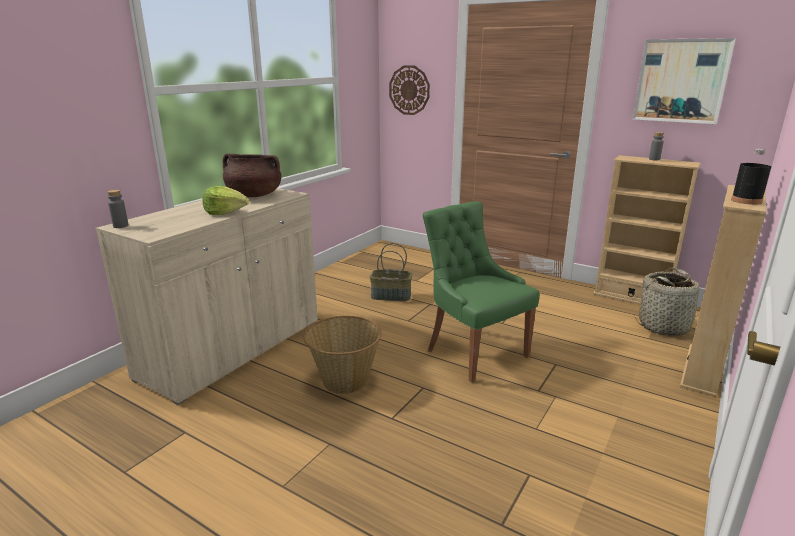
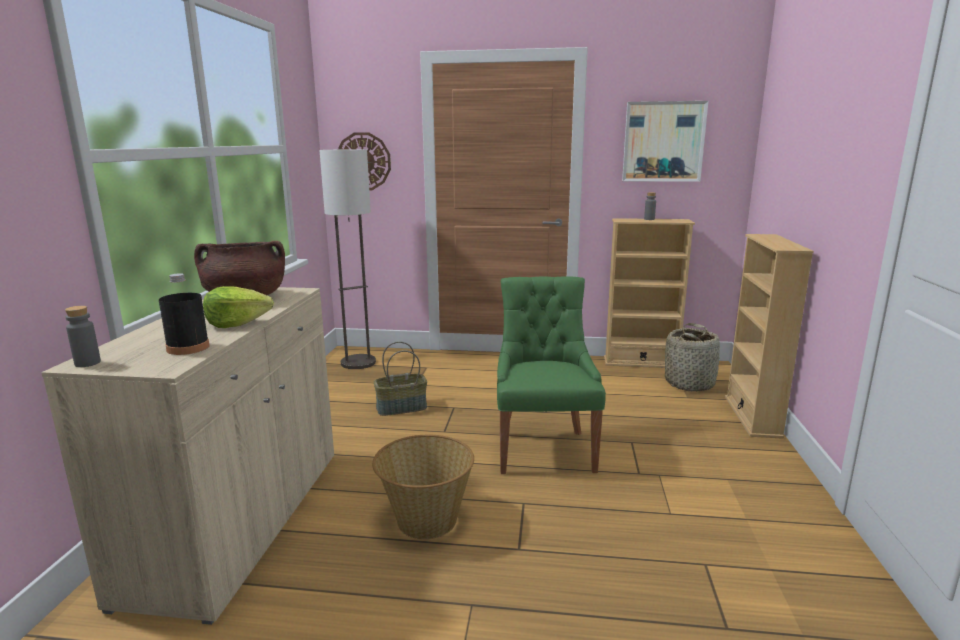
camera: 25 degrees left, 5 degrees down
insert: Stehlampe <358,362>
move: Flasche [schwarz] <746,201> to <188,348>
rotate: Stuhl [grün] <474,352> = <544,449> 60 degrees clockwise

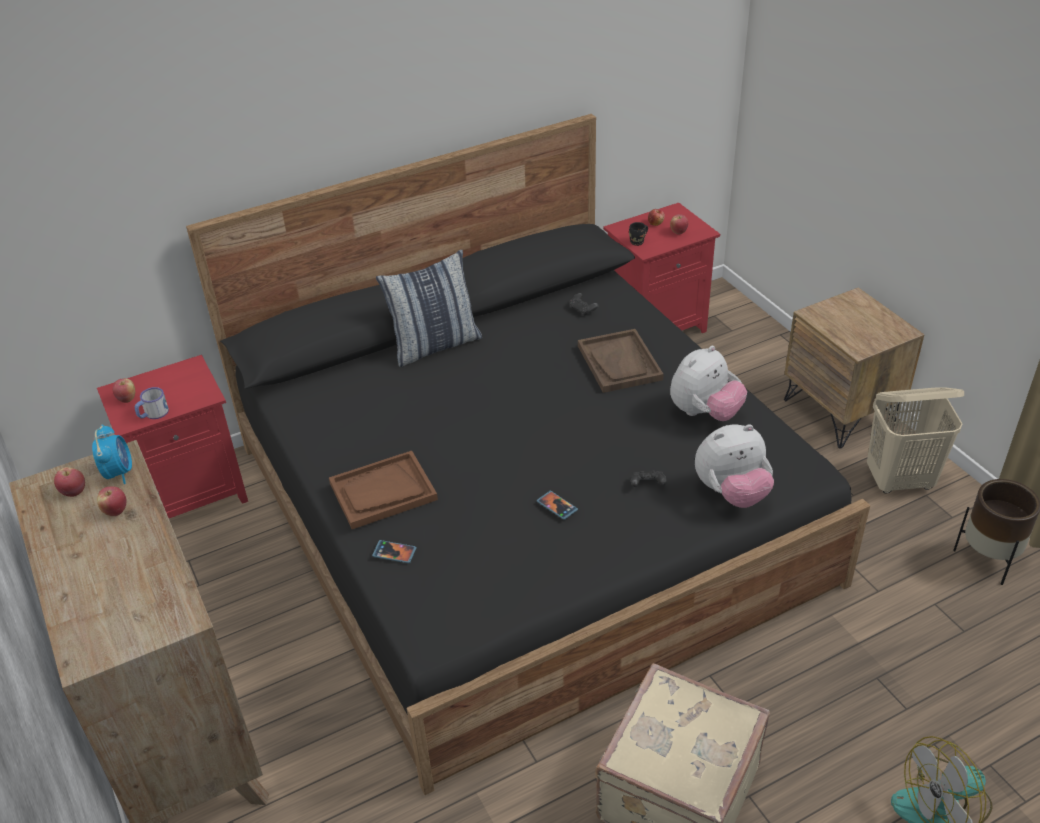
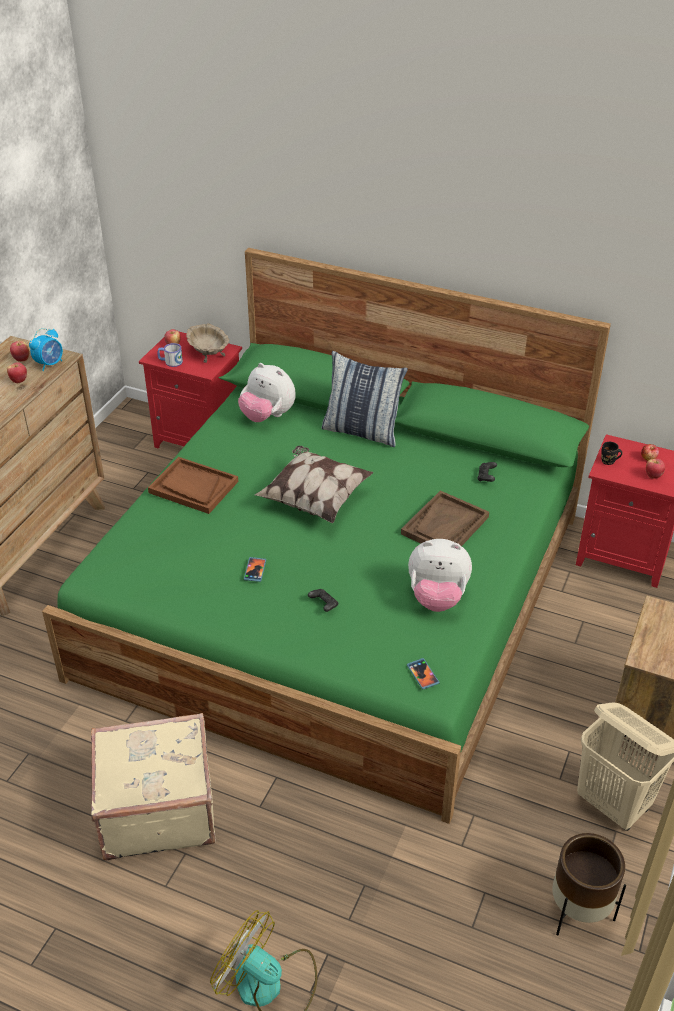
camera: 50 degrees right, 0 degrees up
insert: Schüssel [beige] <208,353>; Kissen <315,499>
move: Handy <394,553> to <422,674>; Plüschtier <731,493> to <267,416>
recolor: Bett [schwarz] <524,511> to Bett [grün] <338,593>

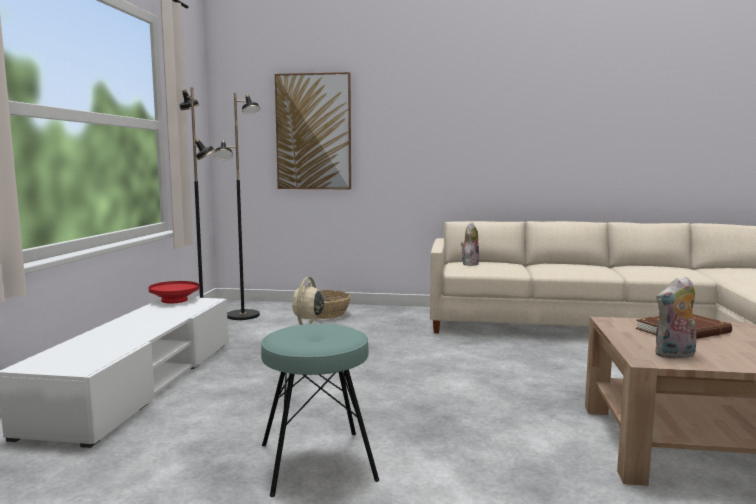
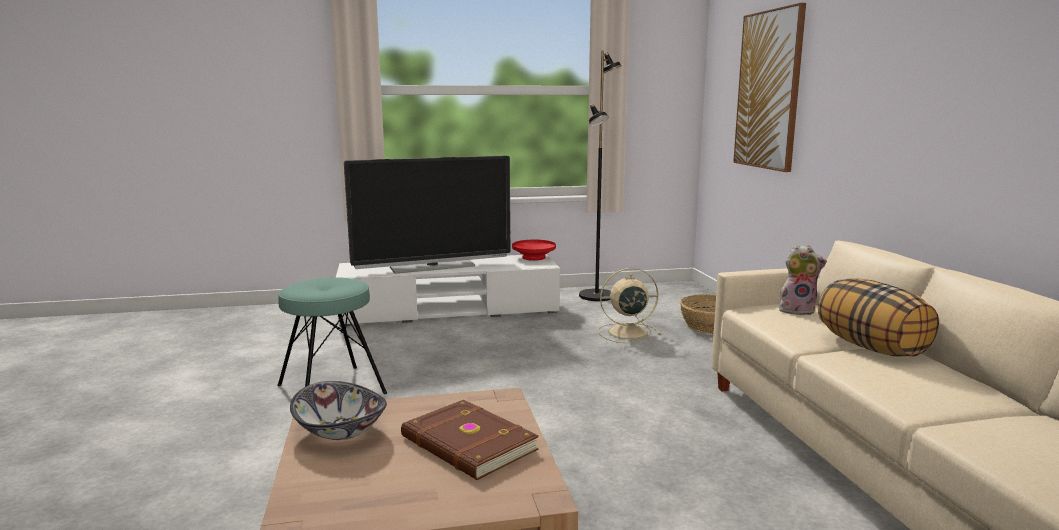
camera: 70 degrees right, 5 degrees up
delete: Stehlampe [schwarz] <243,316>
insert: Fernseher <432,267>; Kissen <872,347>
replace: Plüschtier <675,355> to Schüssel <341,431>

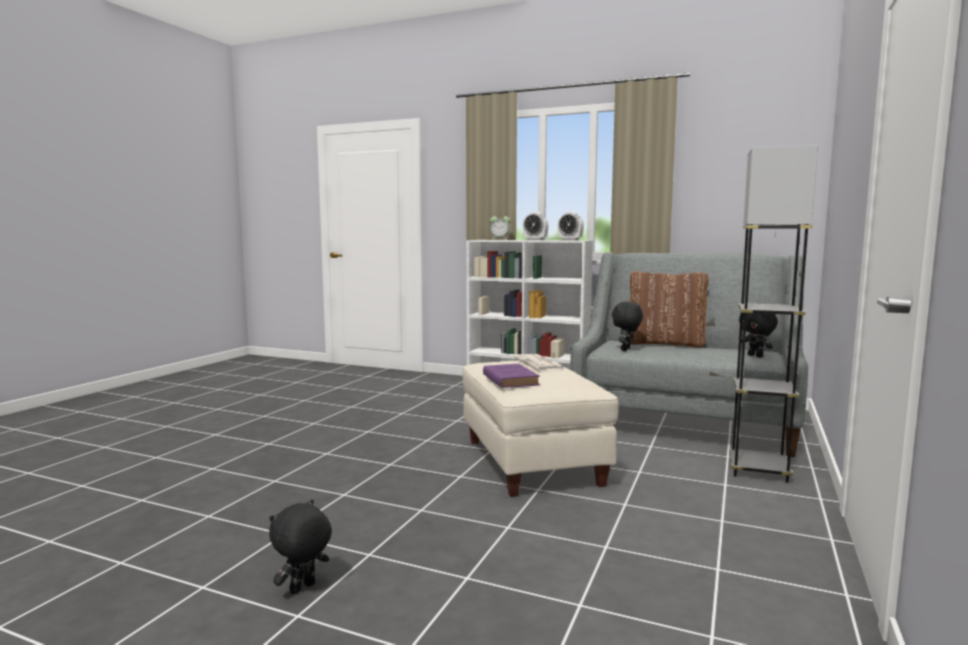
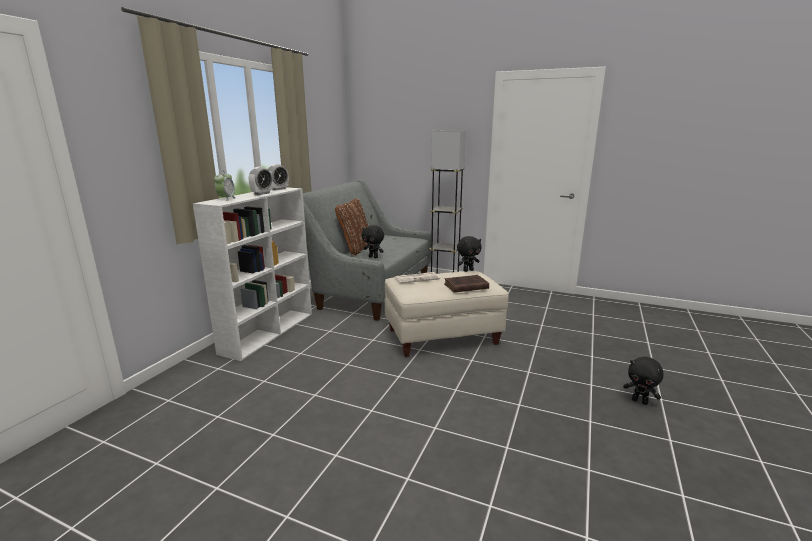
camera: 90 degrees left, 10 degrees up
move: Plüschtier [schwarz] <756,356> to <468,270>
recolor: Buch [lila] <509,379> to Buch [braun] <465,286>

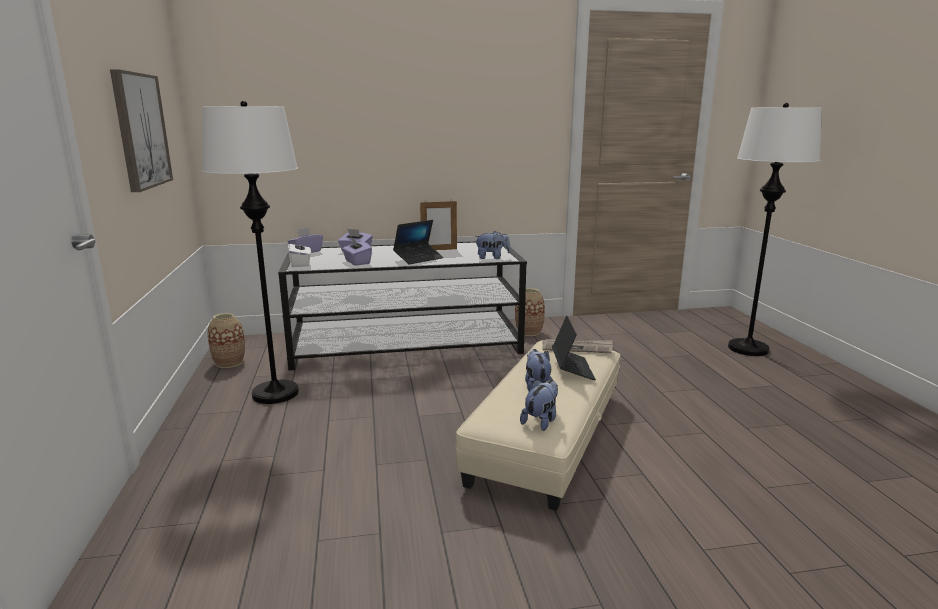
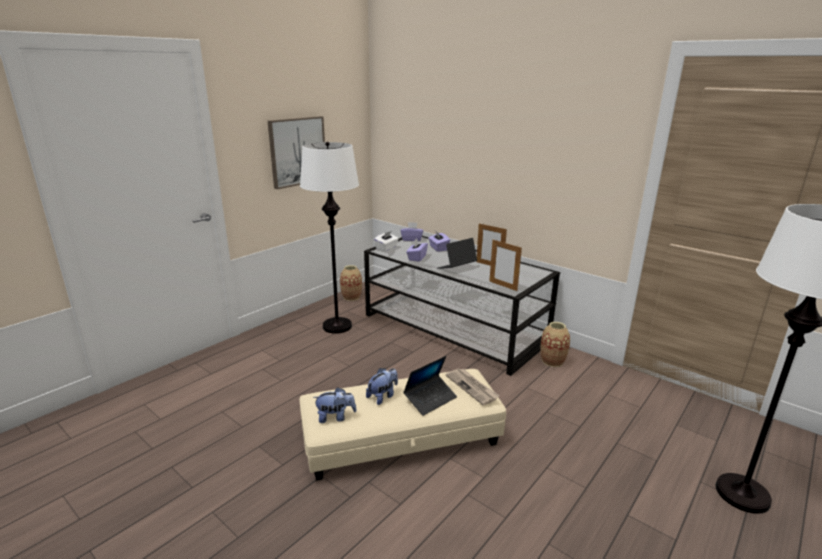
camera: 50 degrees right, 5 degrees up
replace: Plüschtier <492,257> to Bilderrahmen <503,286>
rotate: Laptop <418,258> = <456,268> 135 degrees clockwise

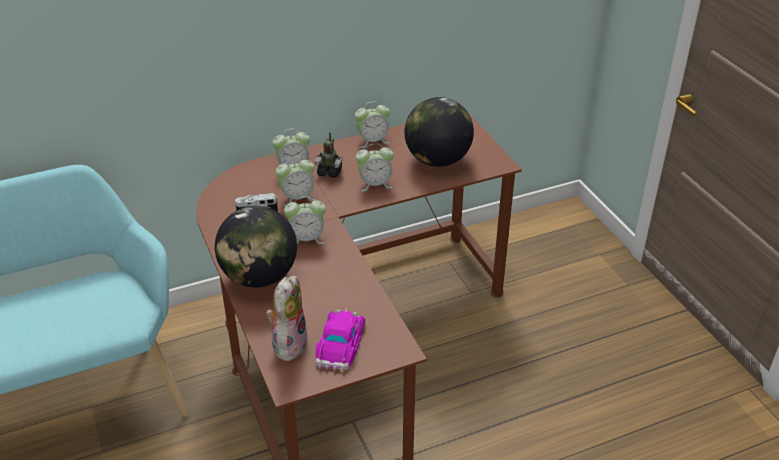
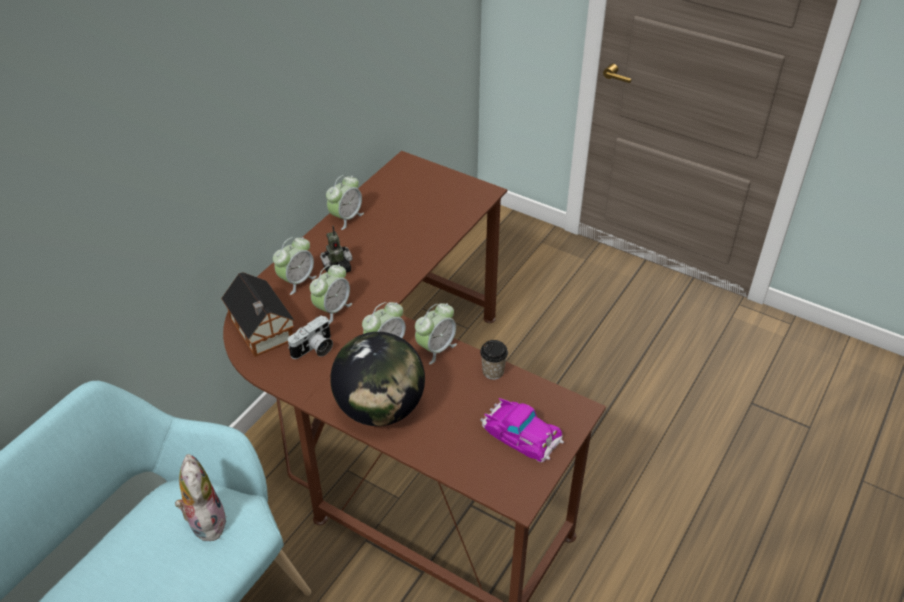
camera: 35 degrees left, 5 degrees up
delete: Globus <437,160>
insert: Spielzeughaus <262,331>; Tasse <493,372>
move: Plüschtier <288,343> to <204,521>; Wecker <375,184> to <436,348>
rotate: Spielzeugauto <340,343> = <521,433> 150 degrees clockwise

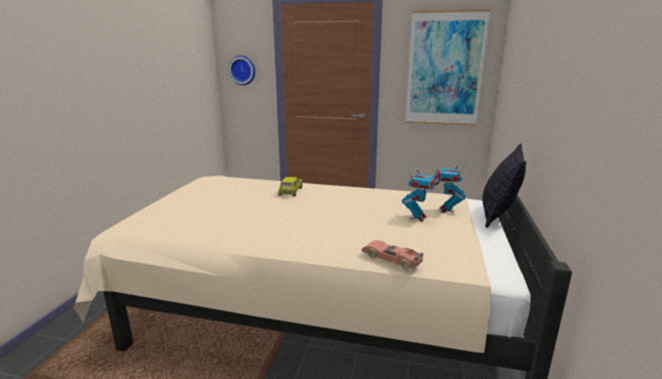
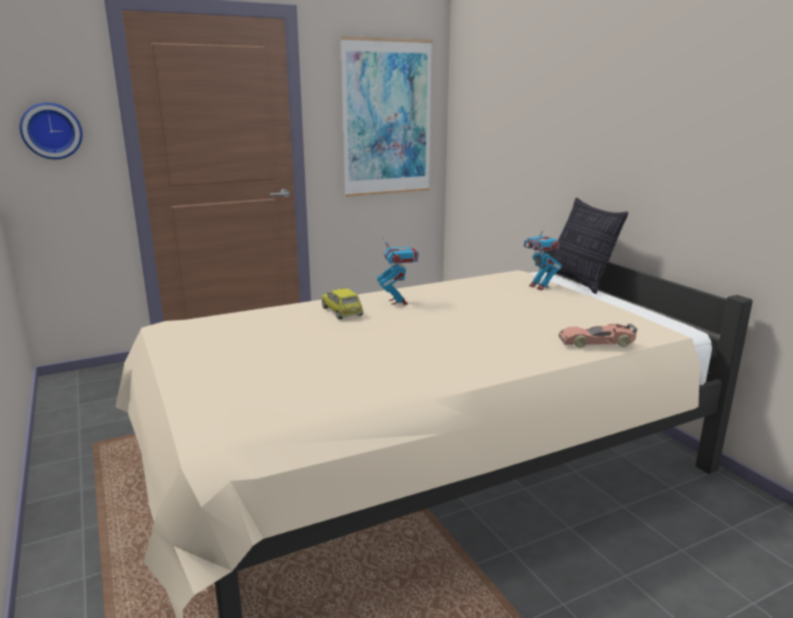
camera: 40 degrees left, 0 degrees up
move: Spielzeugroboter <418,218> to <398,302>

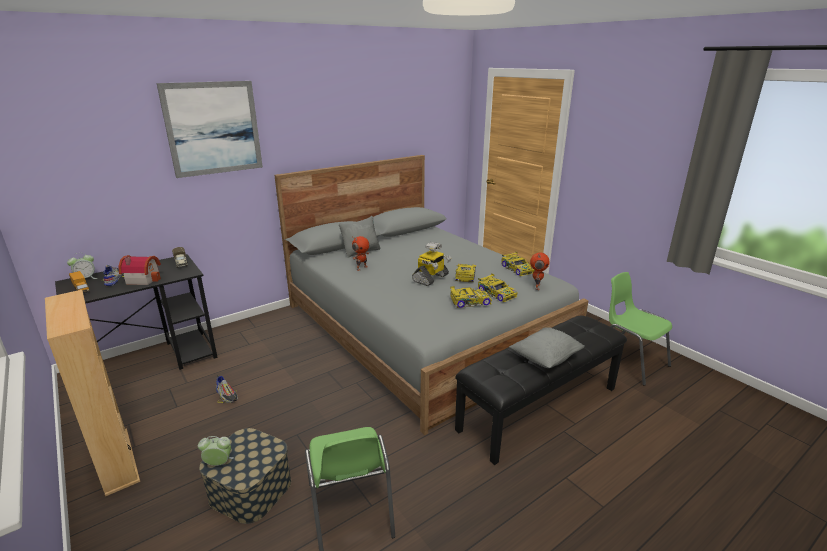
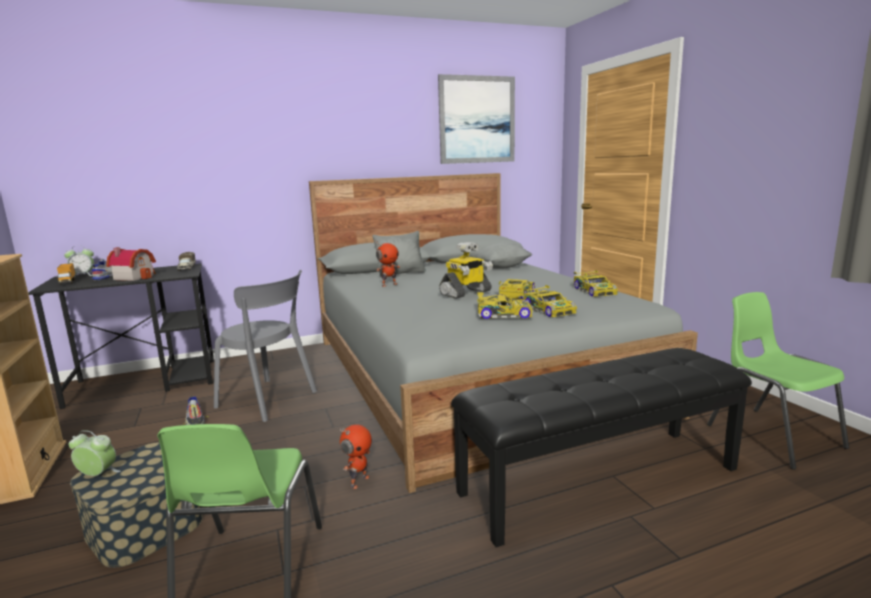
camera: 15 degrees right, 10 degrees down
insert: Stuhl [grau] <270,400>
move: Bild <213,128> to <477,120>; Kissen [grau] <545,359> to <501,267>; Spielzeugroboter <536,286> to <358,481>

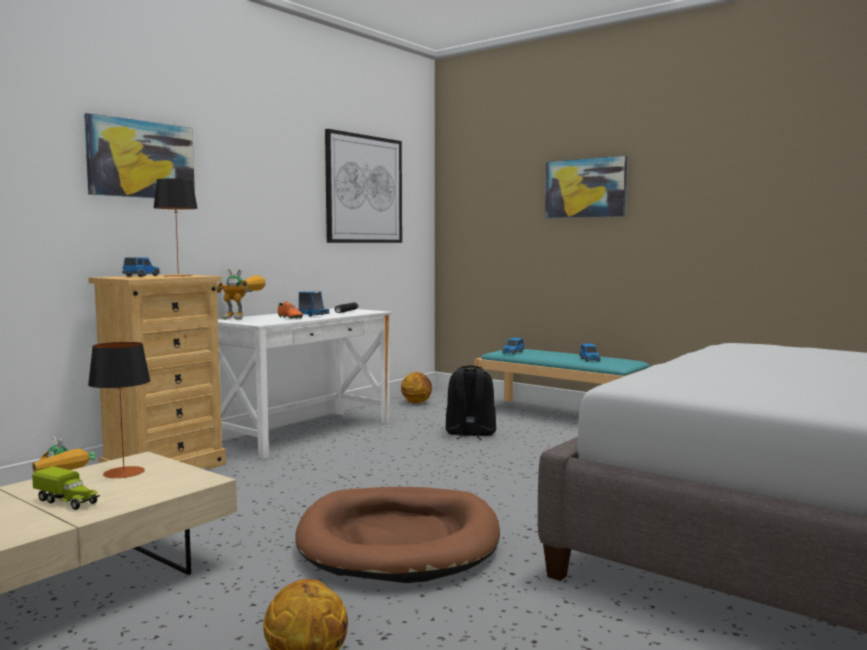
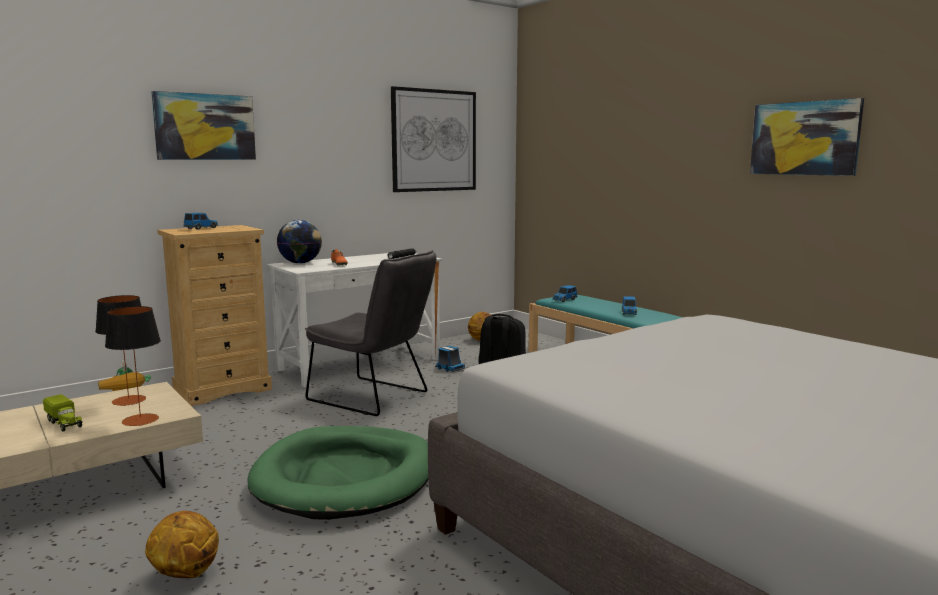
camera: 15 degrees right, 5 degrees up
insert: Stuhl [grau] <374,398>
move: Tischlampe <178,276> to <140,420>; Spielzeuglaster <311,315> to <449,368>; Bild <585,188> to <804,138>
replace: Spielzeugroboter <243,318> to Globus <300,263>
recolor: Hundebett [braun] <398,540> to Hundebett [grün] <345,477>

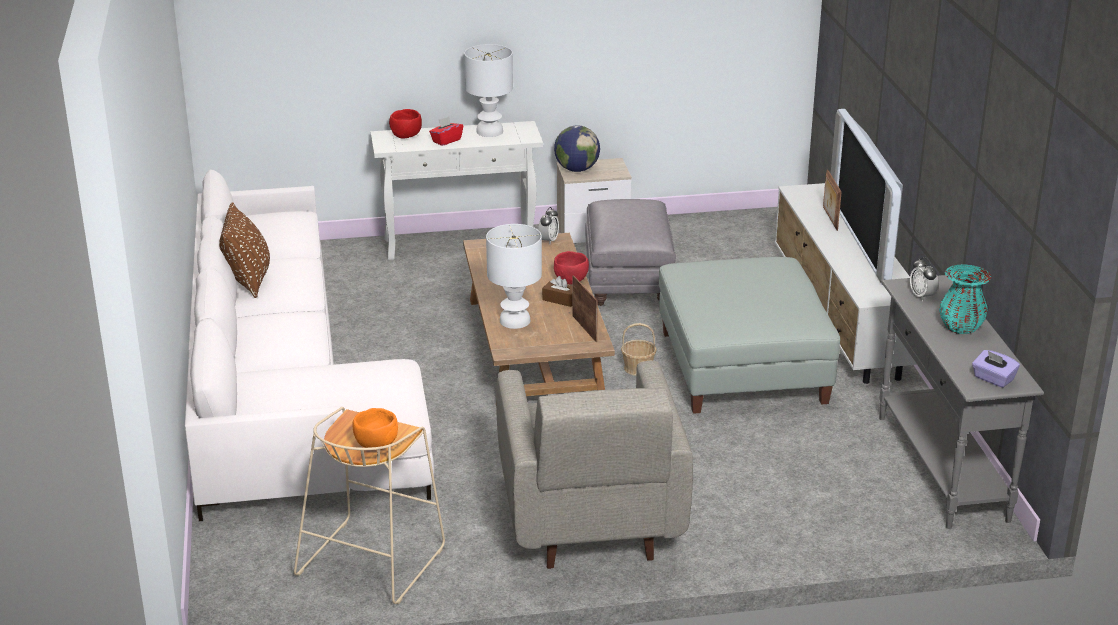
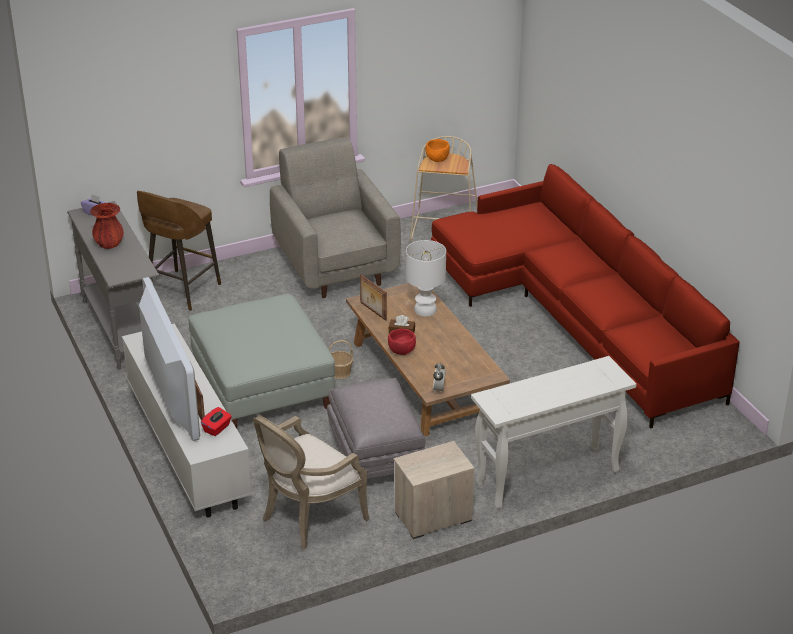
camera: 165 degrees right, 5 degrees up
delete: Kissen [braun] <248,280>; Schüssel [rot] <407,136>; Tischlampe [weiß] <490,131>; Globus <577,169>; Wecker <922,296>
insert: Hocker [braun] <181,291>; Sessel <307,518>
move: Taschentuchbox [rot] <446,140> to <217,428>
recolor: Sofa [weiß] <284,390> to Sofa [rot] <576,316>; Vase [türkis] <960,327> to Vase [rot] <109,244>

